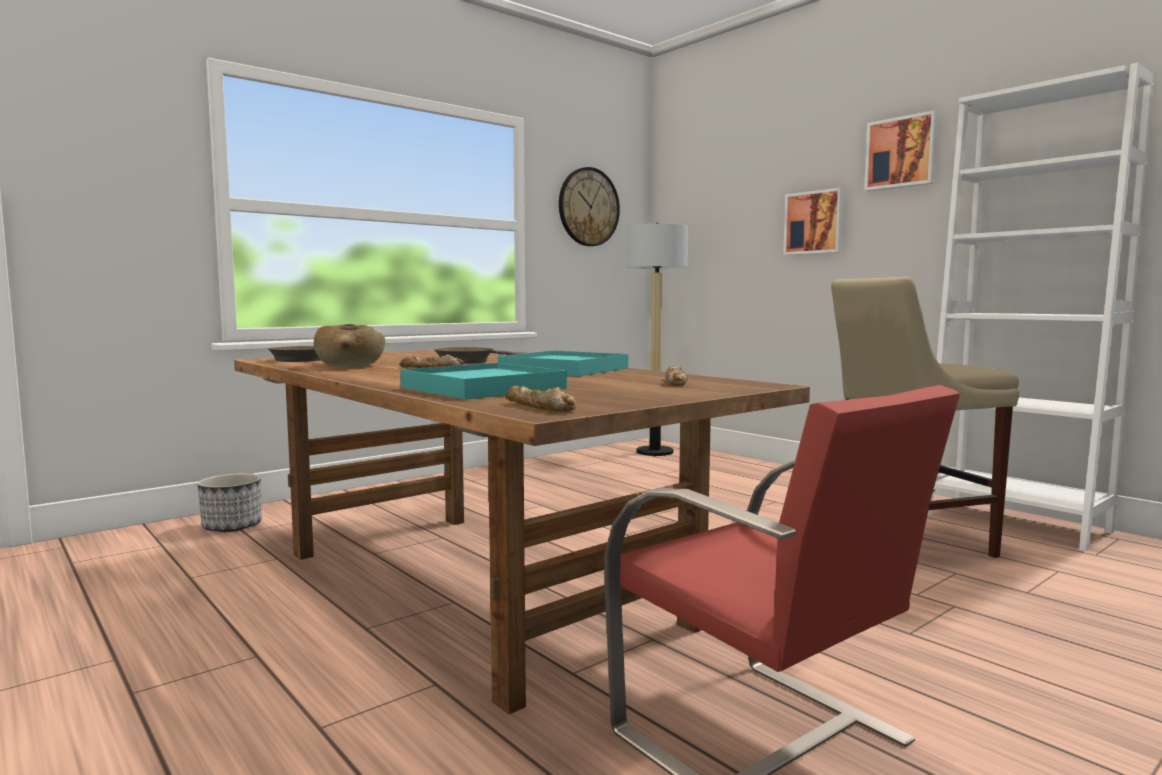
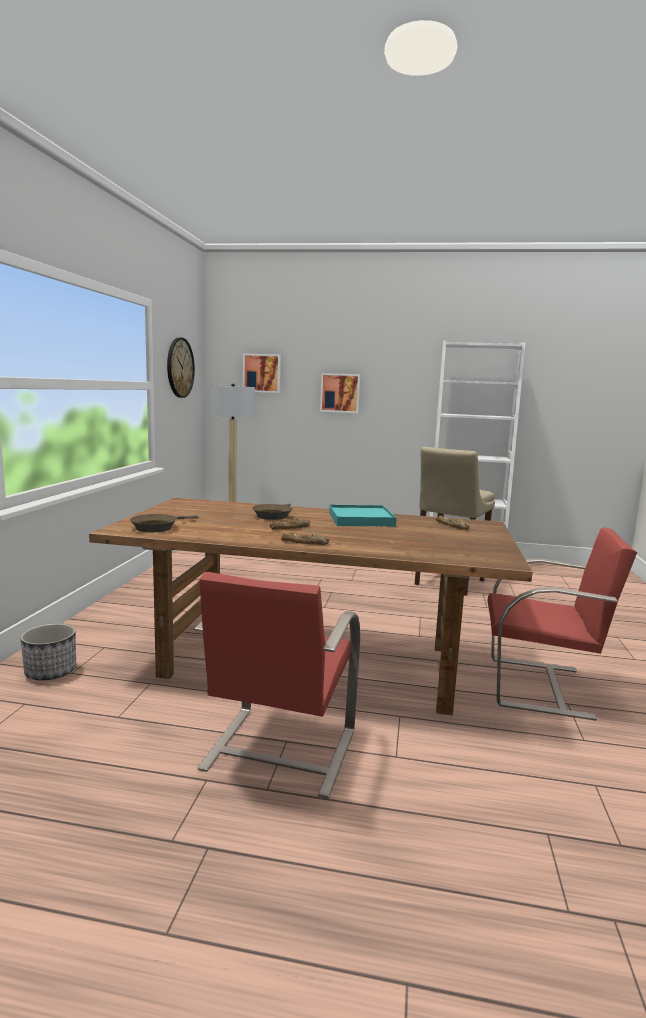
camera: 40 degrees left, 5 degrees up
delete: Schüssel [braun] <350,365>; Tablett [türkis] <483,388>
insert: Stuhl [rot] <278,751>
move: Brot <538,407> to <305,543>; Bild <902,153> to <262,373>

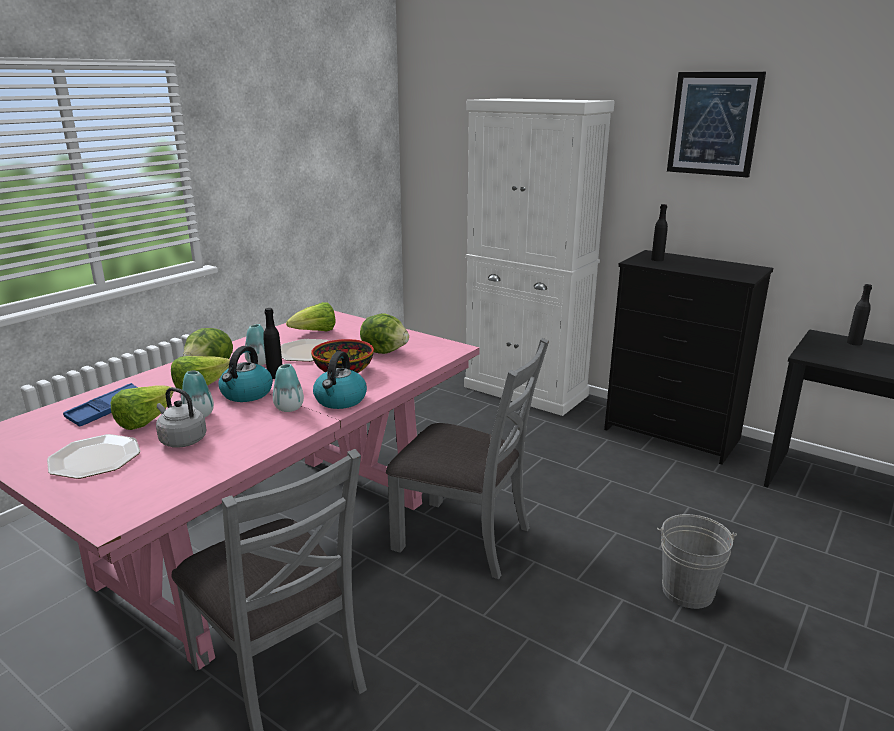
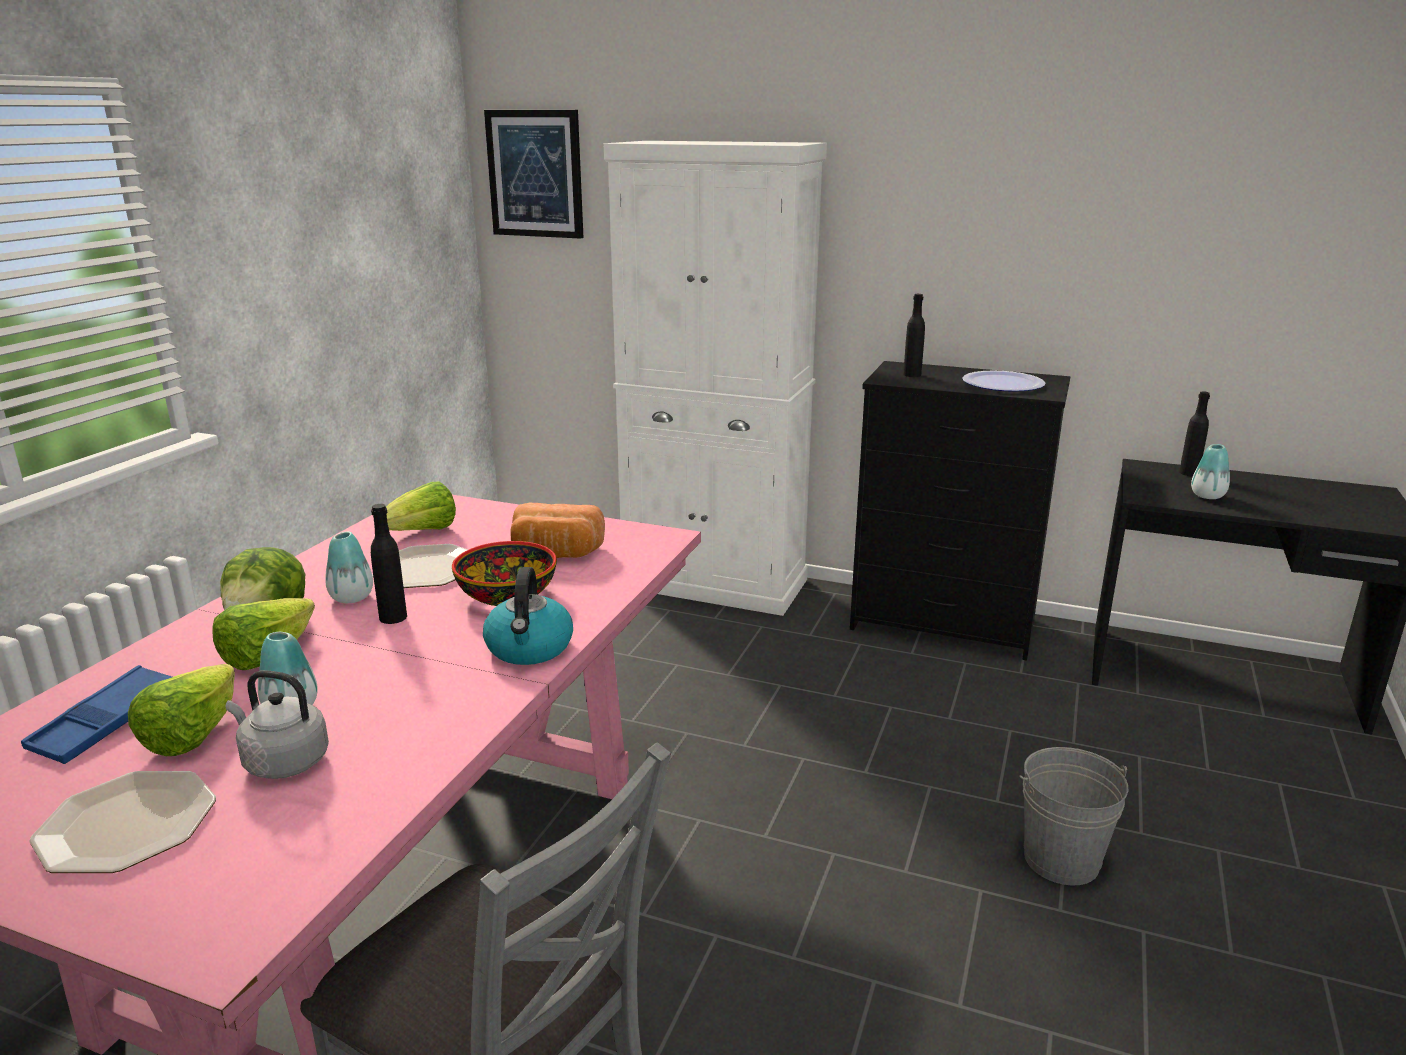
camera: 15 degrees left, 0 degrees up
delete: Wasserkessel <246,394>; Stuhl [grau] <464,537>
insert: Teller <1003,384>
move: Vase <289,408> to <1207,496>; Bild <714,124> to <535,174>
replace: Salatkopf <385,351> to Brot <556,553>

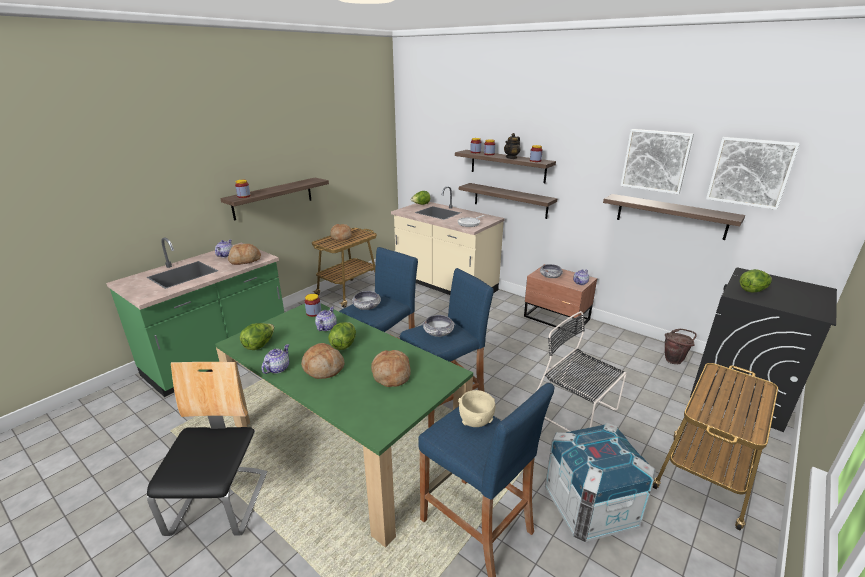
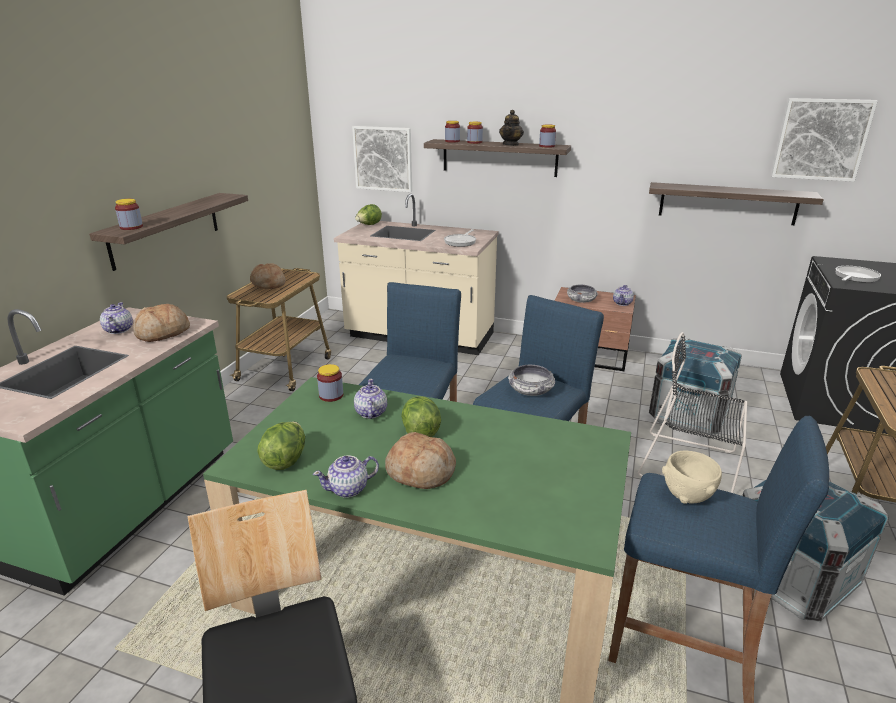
camera: 20 degrees left, 0 degrees up
delete: Schüssel <366,306>; Brot <391,375>; Wandregal <510,200>; Eimer [braun] <674,360>
insert: Kiste <688,415>
move: Bild <655,161> to <383,158>
replace: Salatkopf <753,290> to Pfanne <855,277>
rotate: Teekanne <277,368> = <349,489> 120 degrees counterclockwise

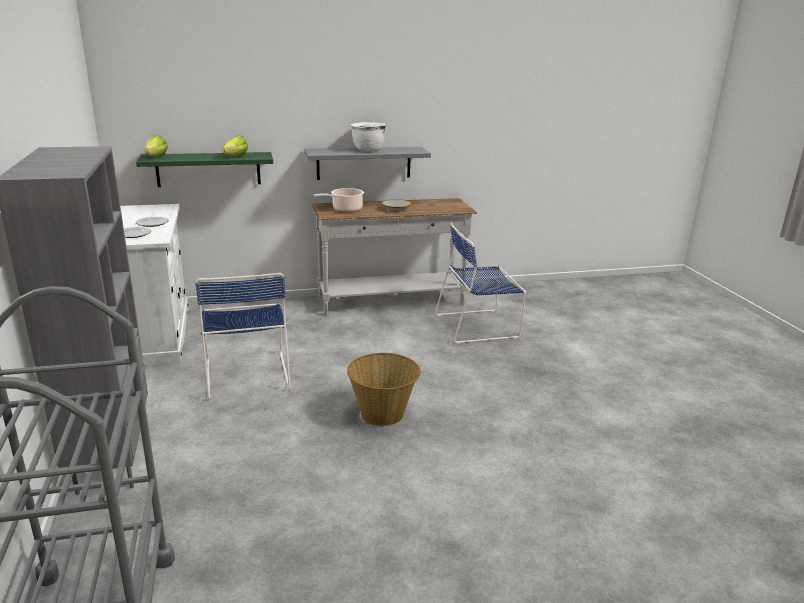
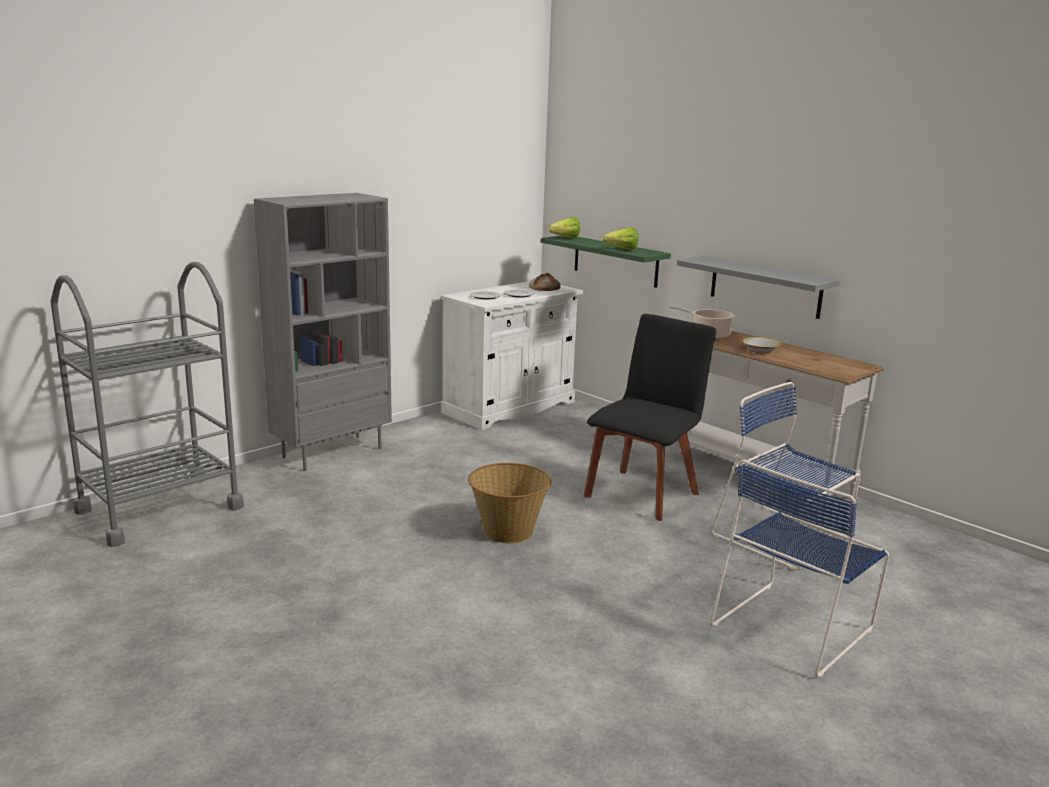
camera: 60 degrees right, 5 degrees down
delete: Kochtopf [weiß] <368,150>
insert: Brot <544,287>; Stuhl [schwarz] <643,493>
move: Stuhl [blau] <247,373> to <794,625>

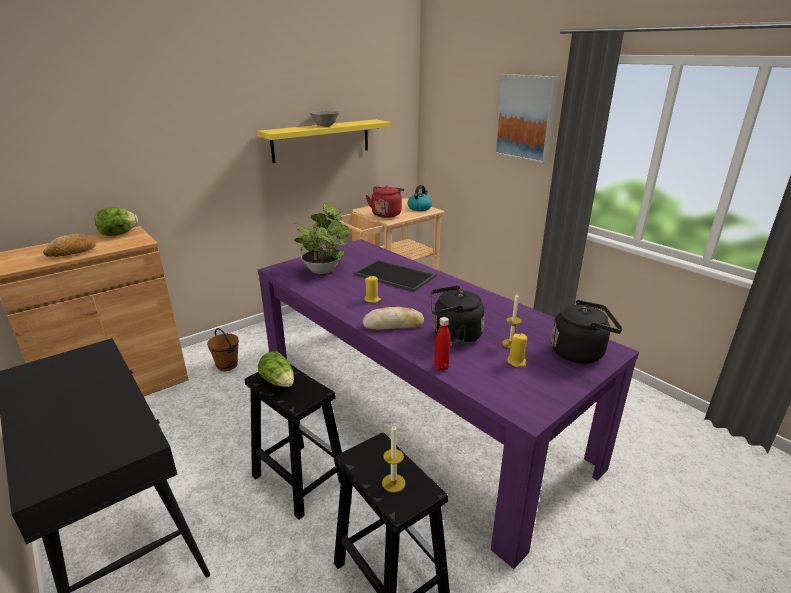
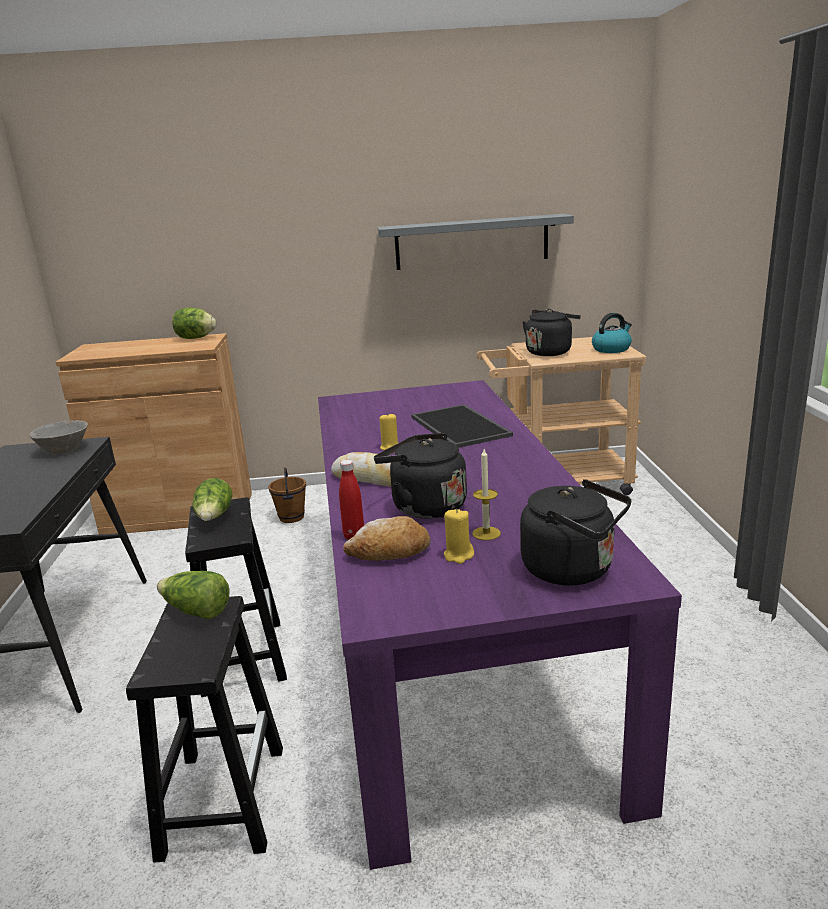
camera: 35 degrees right, 5 degrees down
delete: Topfpflanze <323,269>; Kerze <393,483>; Bild <525,117>
insert: Salatkopf <196,611>
move: Brot <72,252> to <389,552>; Schüssel [grau] <325,126> to <65,450>
recolor: Wandregal [gelb] <321,140> to Wandregal [grau] <471,242>; Wasserkessel [rot] <386,214> to Wasserkessel [schwarz] <550,352>

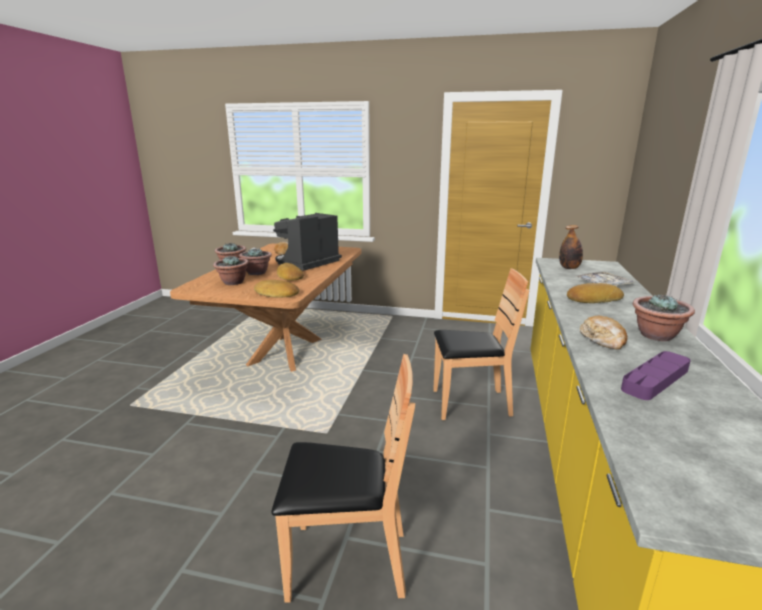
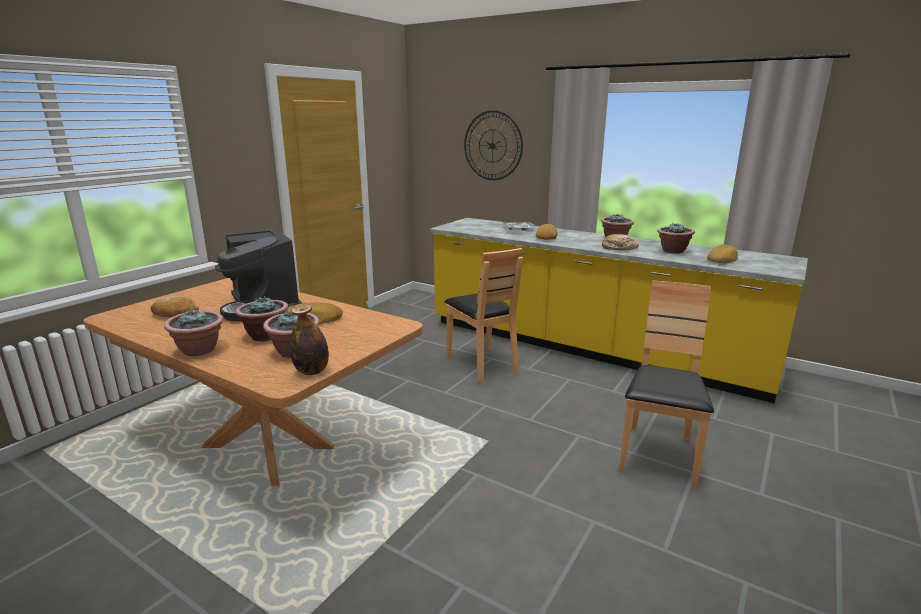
camera: 70 degrees left, 0 degrees up
insert: Wanduhr <492,146>
move: Brot <276,294> to <722,259>; Flasche <569,268> to <312,371>
replace: Tablett [lila] <655,379> to Topfpflanze <673,251>
rotate: Stuhl [braun] <470,403> = <482,364> 135 degrees clockwise

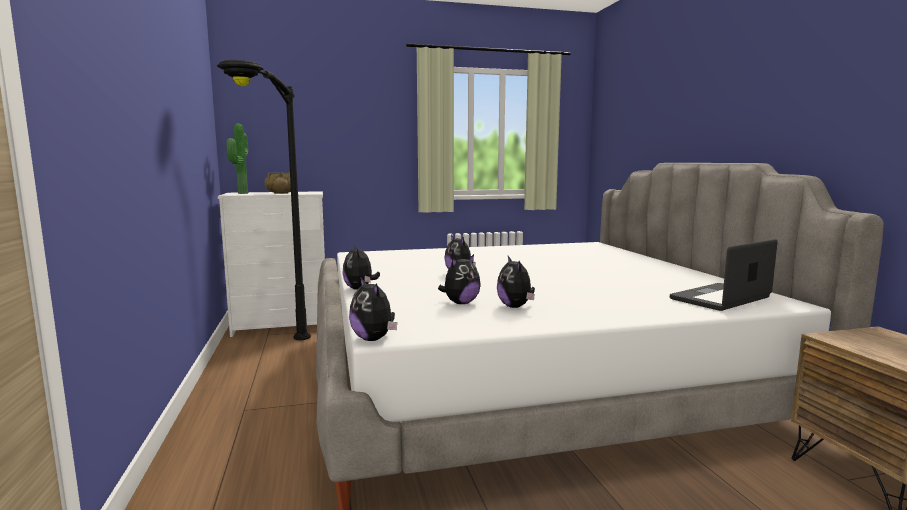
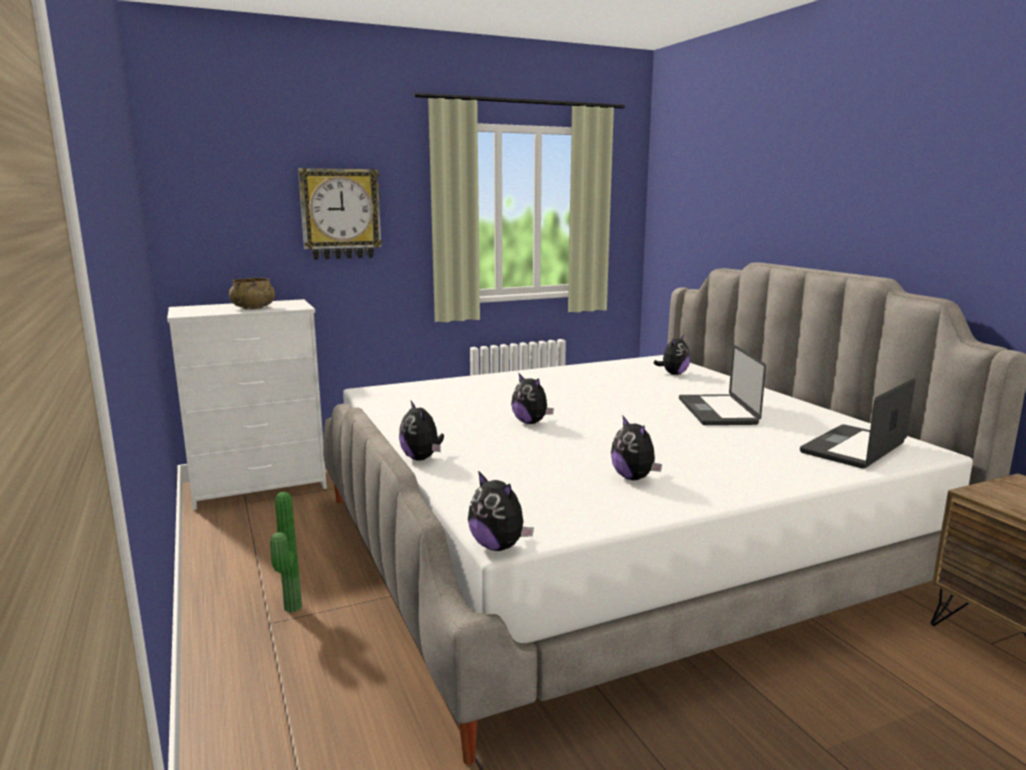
camera: 10 degrees left, 5 degrees up
delete: Stehlampe [schwarz] <273,356>
insert: Wanduhr <340,214>; Laptop <717,411>
move: Topfpflanze <241,193> to <289,608>; Plüschtier <460,303> to <673,374>

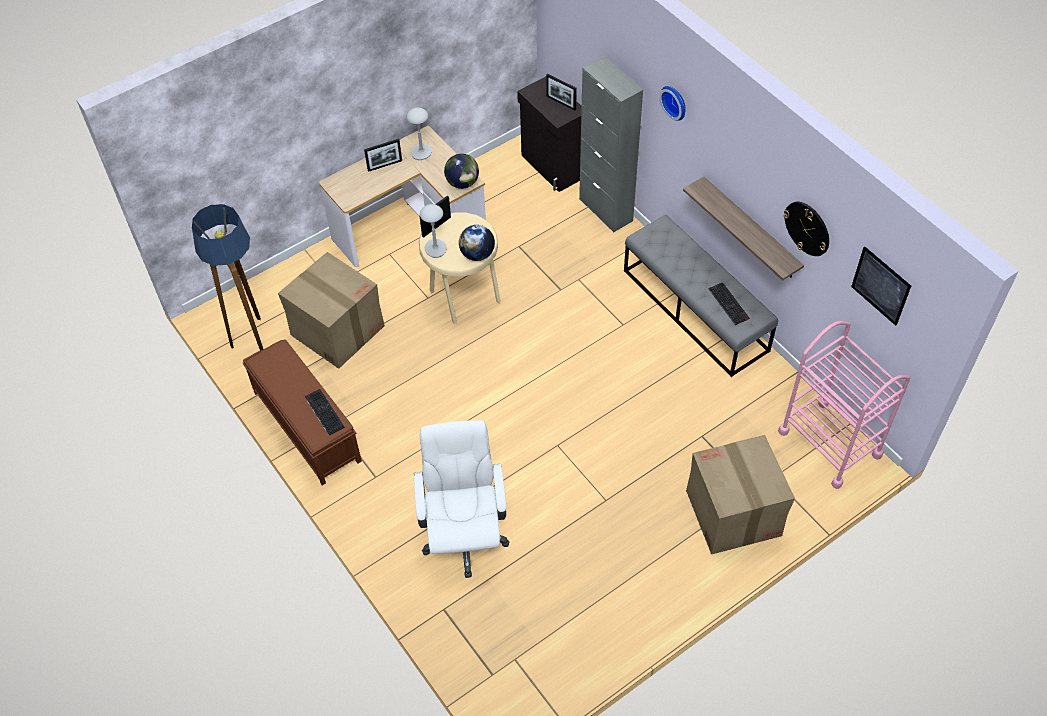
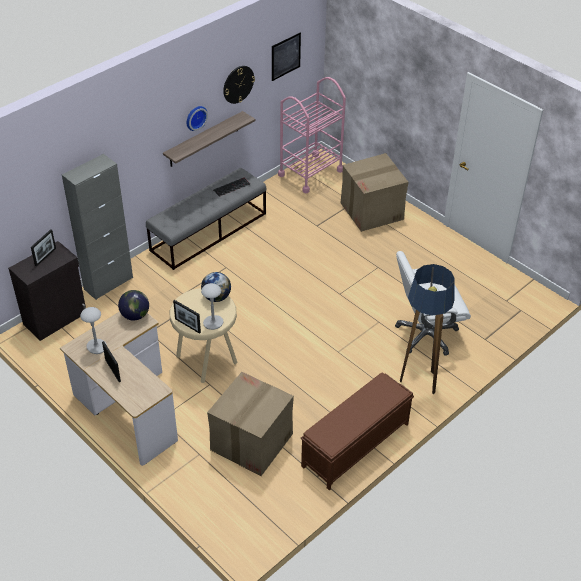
camera: 100 degrees left, 10 degrees down
delete: Tastatur <323,412>
move: Stehlampe <252,335> to <418,382>; Wanduhr <675,101> to <195,117>

